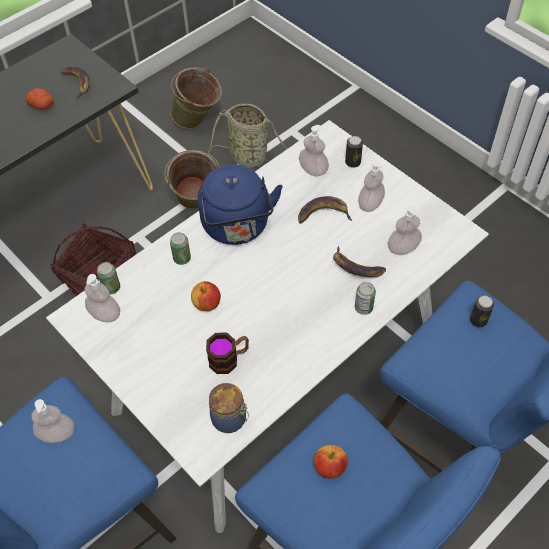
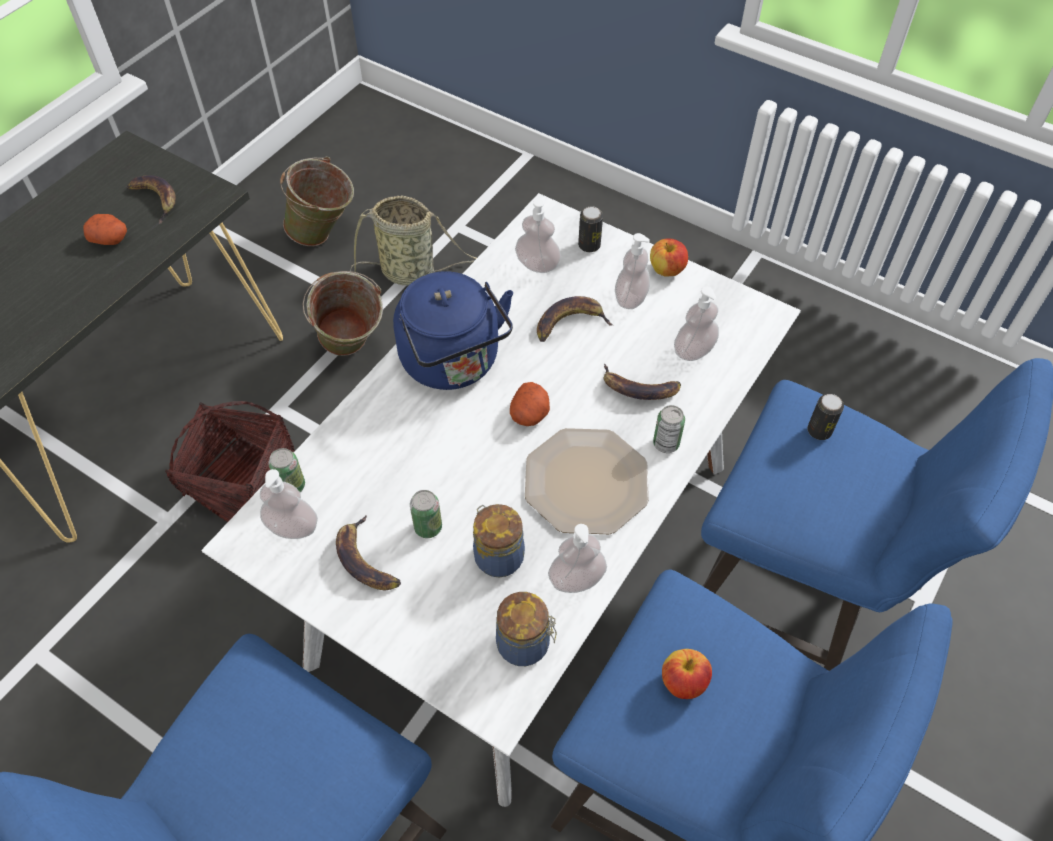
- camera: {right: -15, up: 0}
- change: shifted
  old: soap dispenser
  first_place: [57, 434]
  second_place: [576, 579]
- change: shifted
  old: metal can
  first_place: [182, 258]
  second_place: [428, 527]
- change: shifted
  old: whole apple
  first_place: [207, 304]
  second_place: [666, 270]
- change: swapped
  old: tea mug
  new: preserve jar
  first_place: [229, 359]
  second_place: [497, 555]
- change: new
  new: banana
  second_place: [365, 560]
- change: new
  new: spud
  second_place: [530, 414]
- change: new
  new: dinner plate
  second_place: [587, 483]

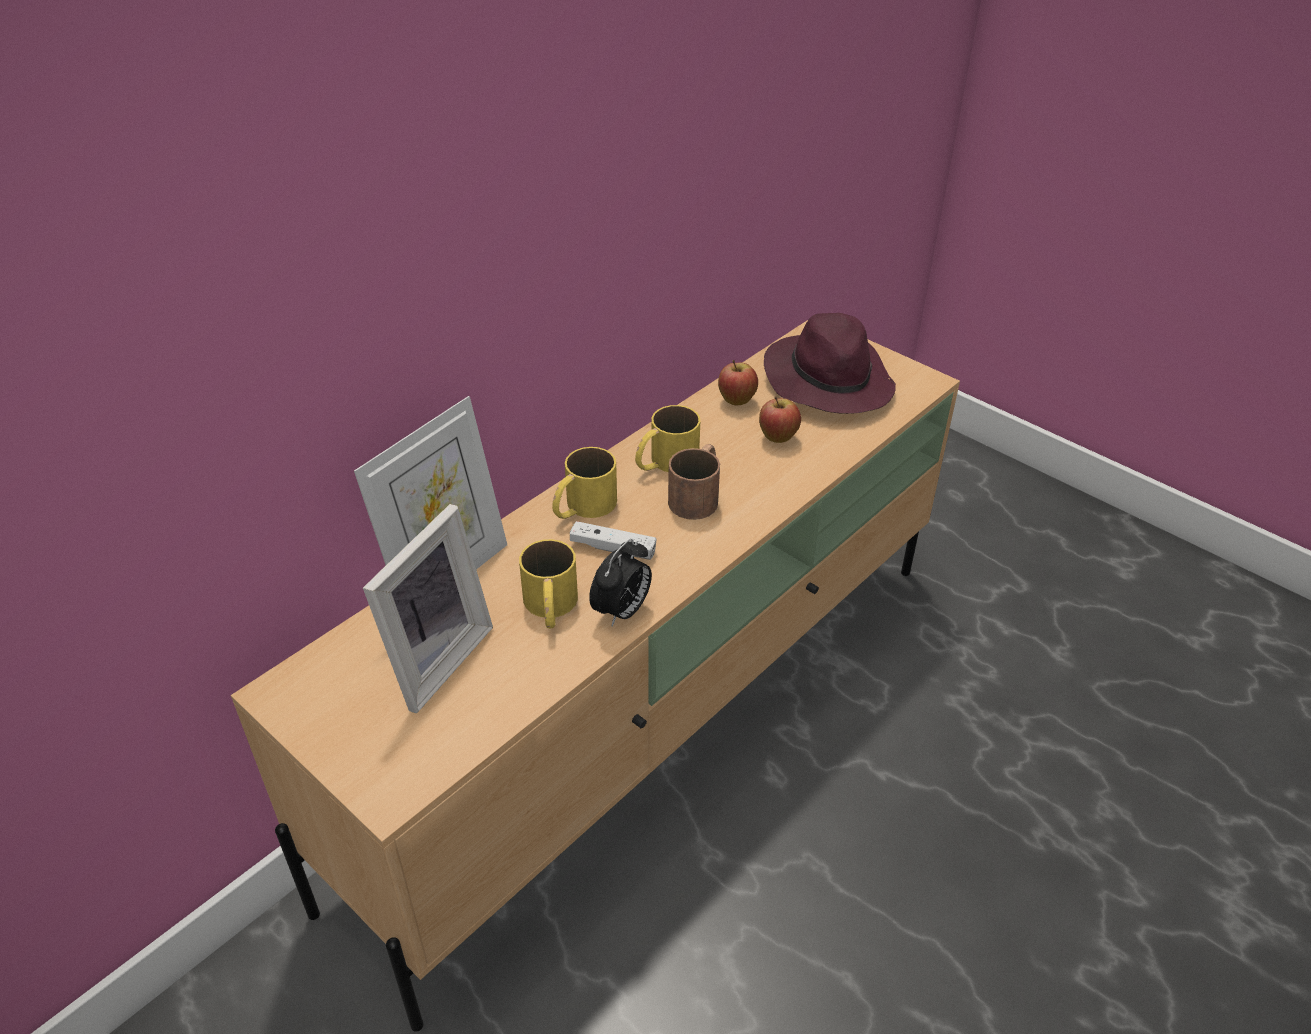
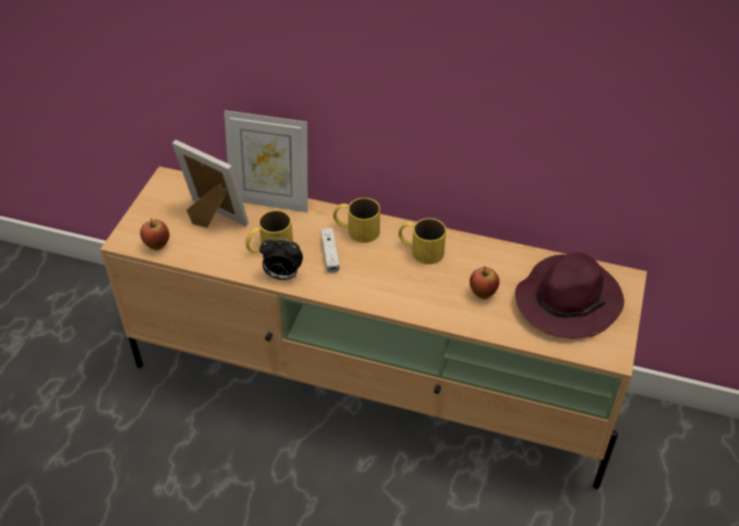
- camera: {right: 65, up: 5}
- change: rotated
  old: standing frame
  first_place: [432, 659]
  second_place: [212, 219]
  degrees: -150
- change: gone
  old: brownish tea mug
  first_place: [698, 495]
- change: shifted
  old: whole apple
  first_place: [736, 401]
  second_place: [157, 245]

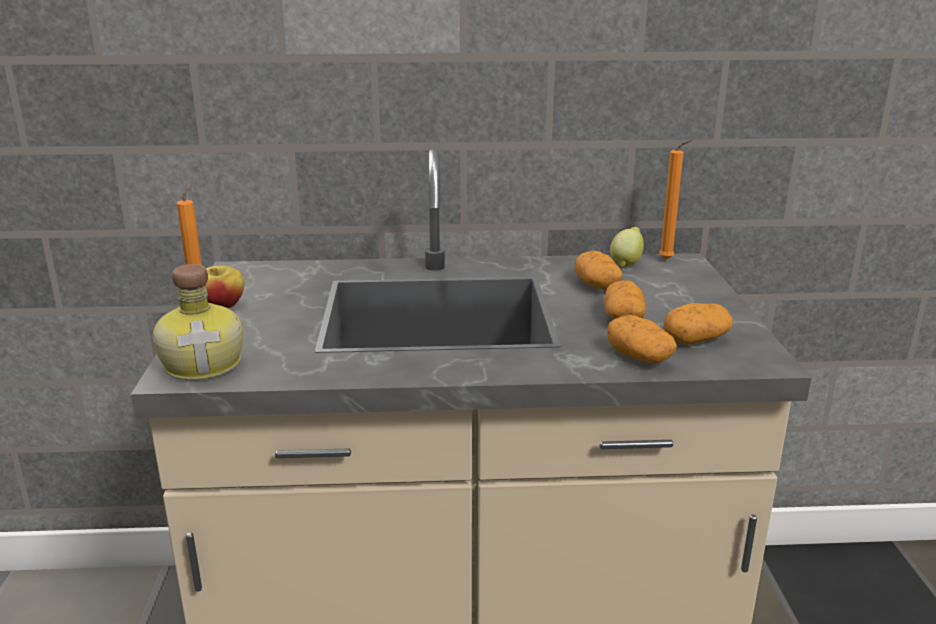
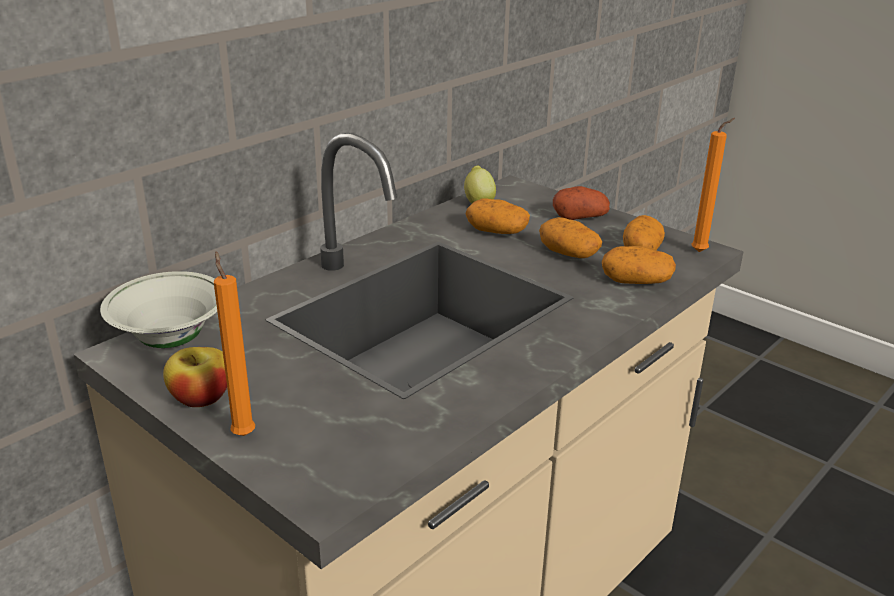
- camera: {right: -45, up: 5}
- change: gone
  old: bottle
  first_place: [205, 363]
- change: shifted
  old: orange-coloured candle
  first_place: [668, 260]
  second_place: [701, 251]
- change: new
  new: whitish deep dish
  second_place: [171, 340]
- change: new
  new: spud
  second_place: [580, 217]

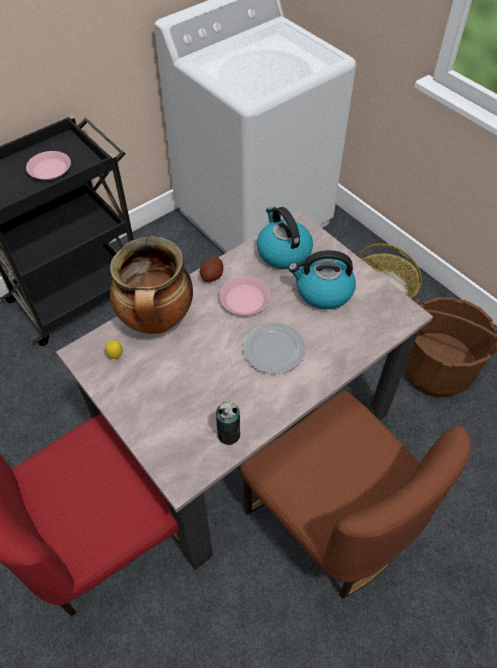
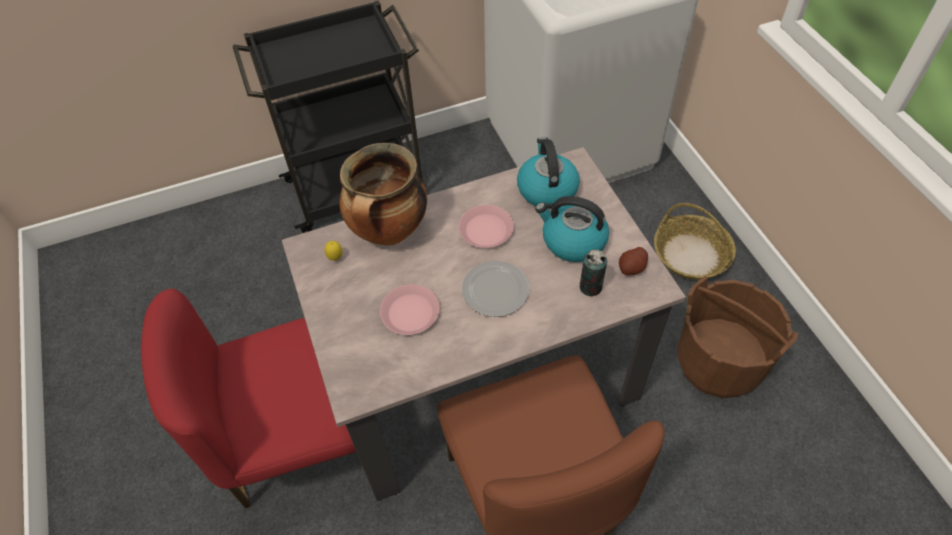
- camera: {right: 20, up: 0}
- change: shifted
  old: pink-coloured dinner plate
  first_place: [50, 169]
  second_place: [411, 313]
- change: shifted
  old: spud
  first_place: [212, 276]
  second_place: [632, 268]
- change: shifted
  old: metal can
  first_place: [228, 435]
  second_place: [590, 287]

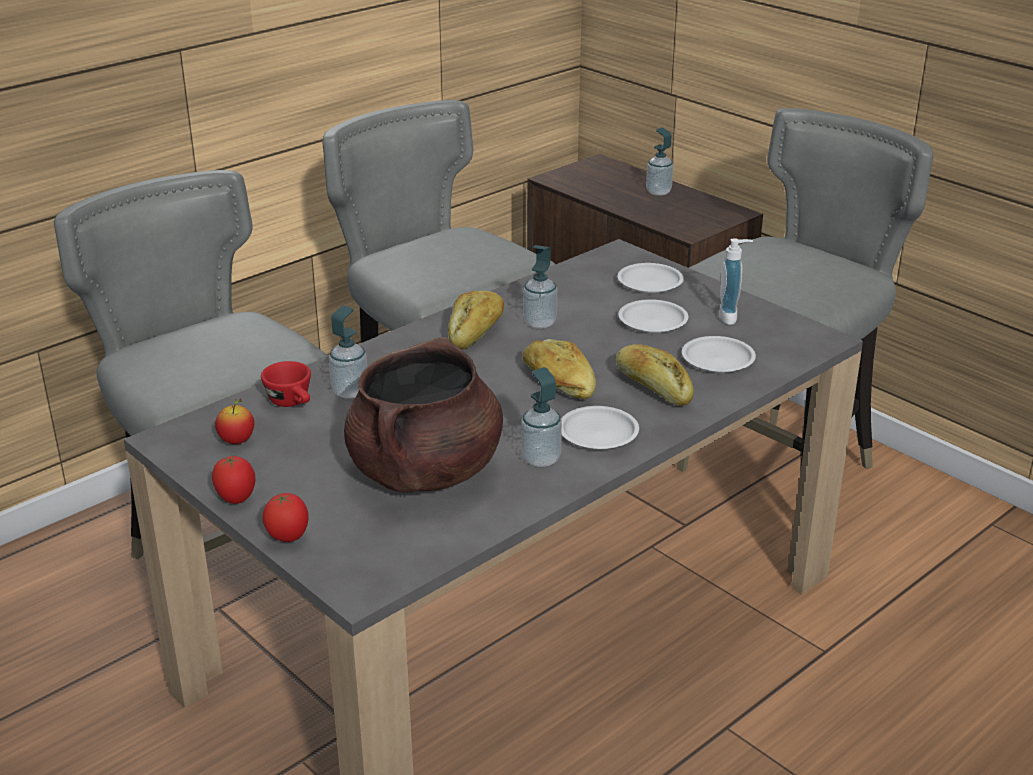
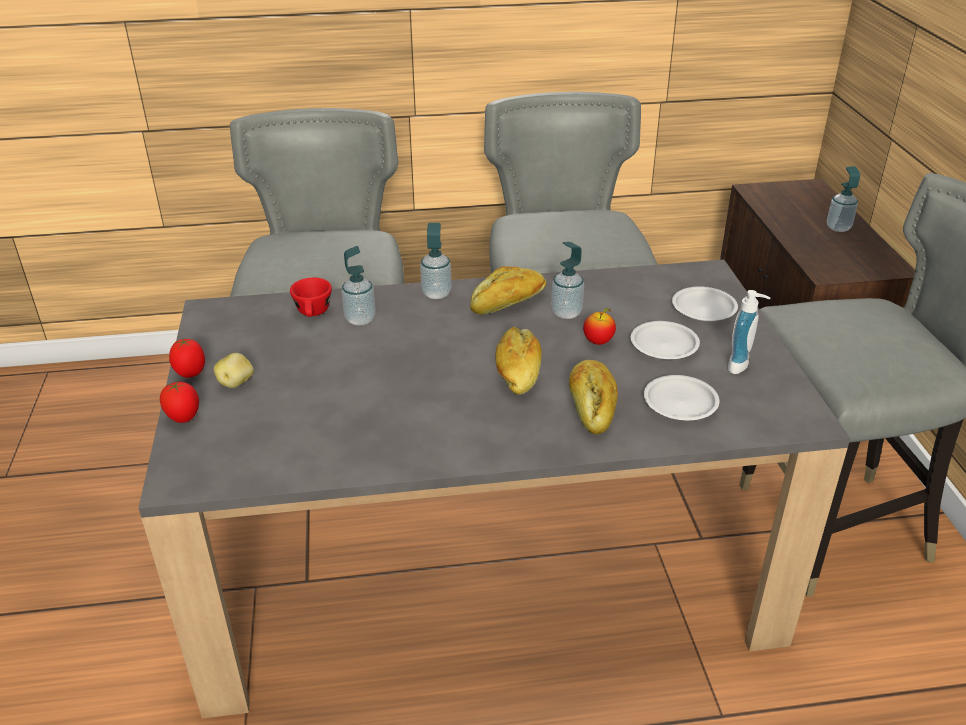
- camera: {right: 35, up: 5}
- change: shifted
  old: whole apple
  first_place: [237, 441]
  second_place: [598, 342]
- change: gone
  old: brownish saucepot
  first_place: [425, 472]
- change: shifted
  old: soap dispenser
  first_place: [541, 459]
  second_place: [436, 293]
- change: gone
  old: whitish dinner plate
  first_place: [598, 433]
- change: new
  new: spud
  second_place: [236, 383]

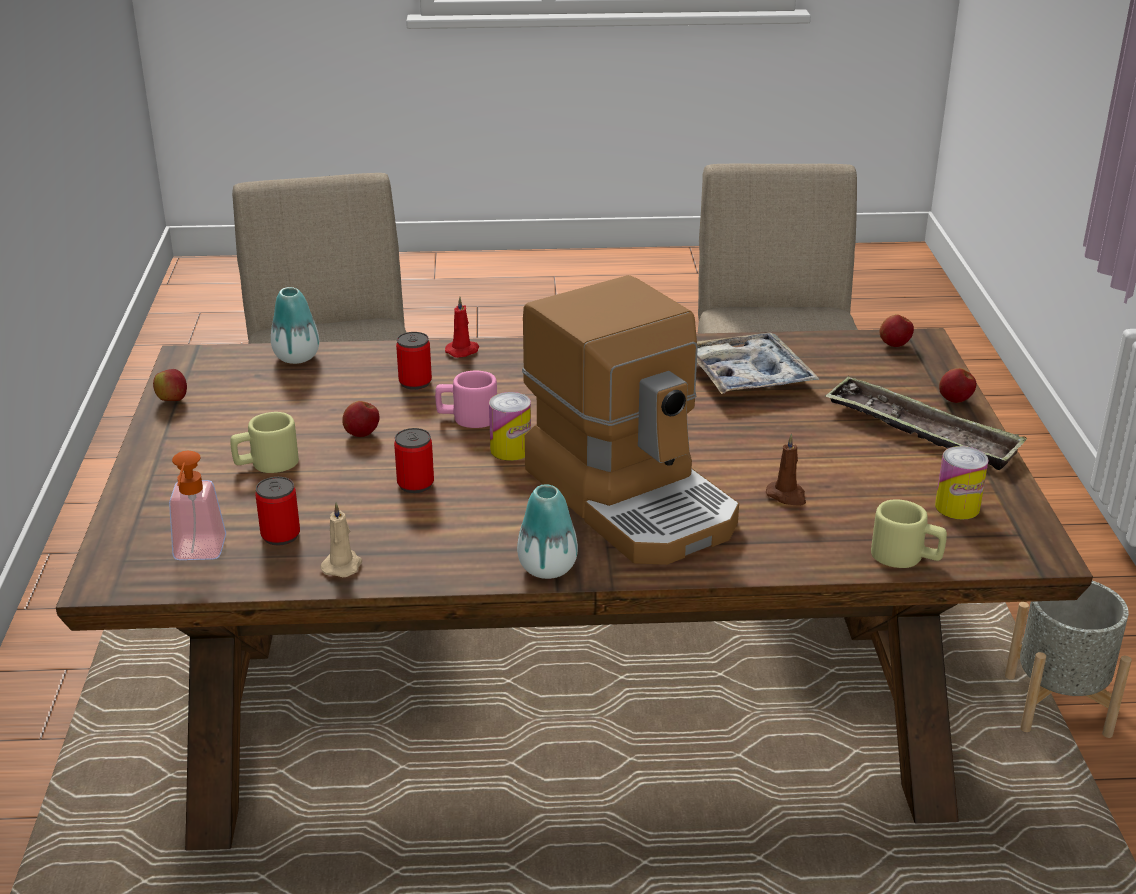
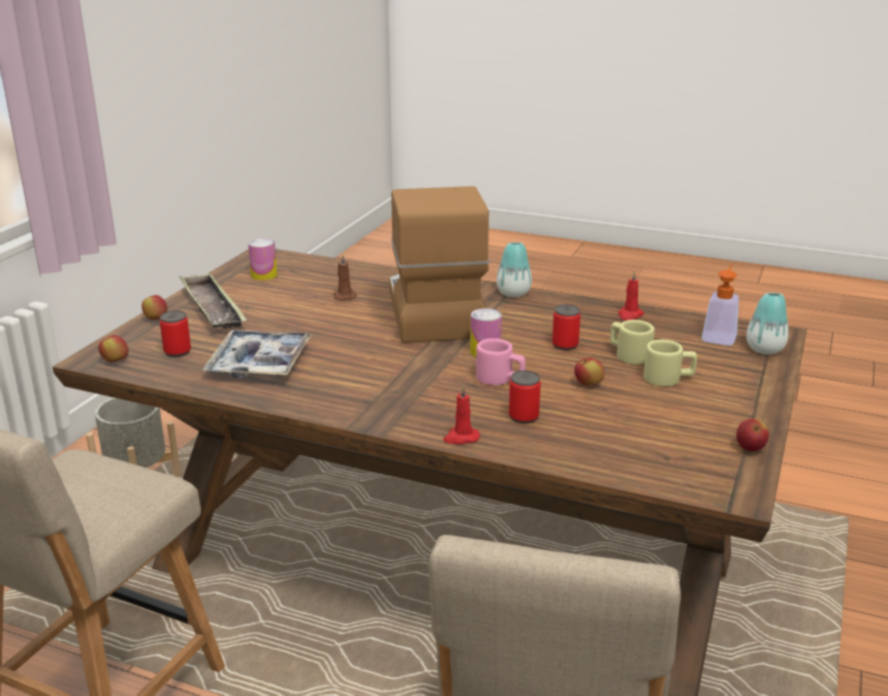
- camera: {right: -155, up: -5}
- change: shifted
  old: metal can
  first_place: [280, 535]
  second_place: [177, 352]
- change: shifted
  old: vase
  first_place: [296, 357]
  second_place: [765, 349]
- change: repainted
  old: sand-coloured candle
  new: red-coloured candle
  first_place: [343, 565]
  second_place: [629, 315]
- change: shifted
  old: sand-coloured tea mug
  first_place: [906, 557]
  second_place: [628, 355]

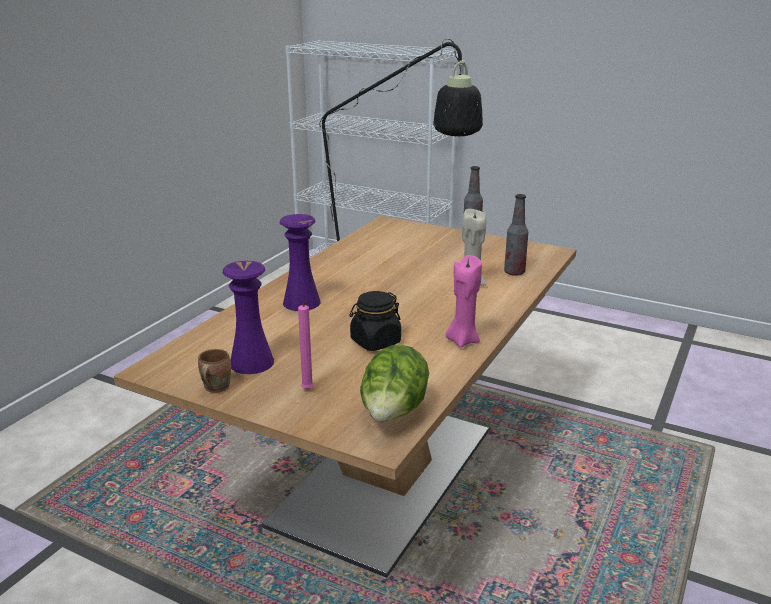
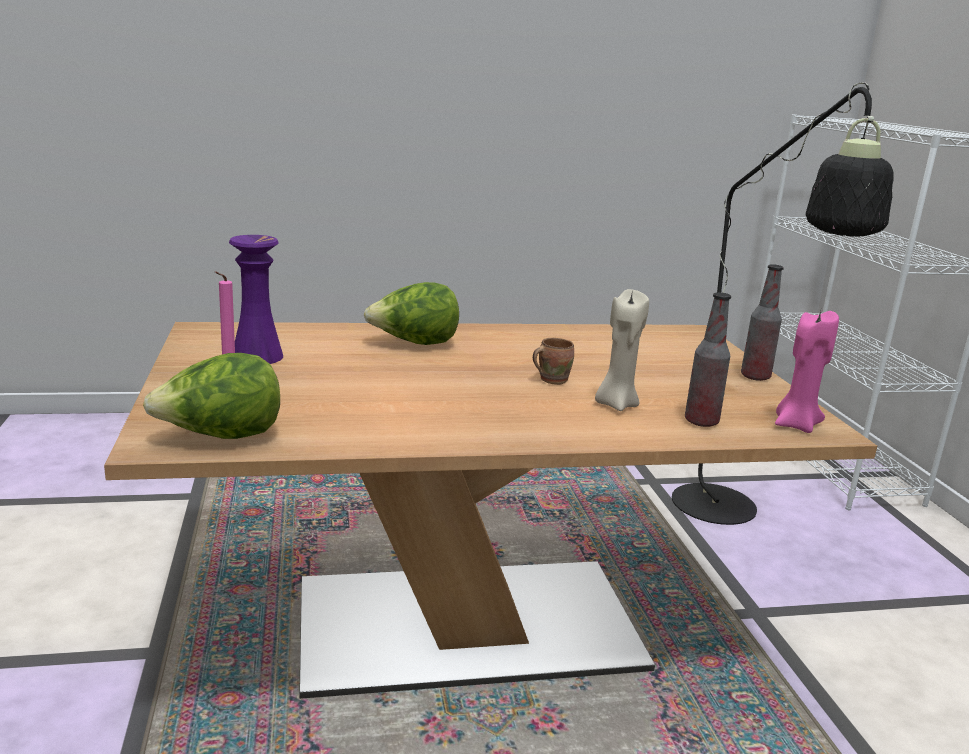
- camera: {right: 50, up: -5}
- change: shifted
  old: brownish tea mug
  first_place: [214, 387]
  second_place: [551, 379]
- change: swapped
  old: purplish vase
  new: head of lettuce
  first_place: [301, 302]
  second_place: [414, 344]
- change: gone
  old: black preserve jar
  first_place: [375, 342]
- change: shifted
  old: pink-coloured candle
  first_place: [462, 340]
  second_place: [795, 425]

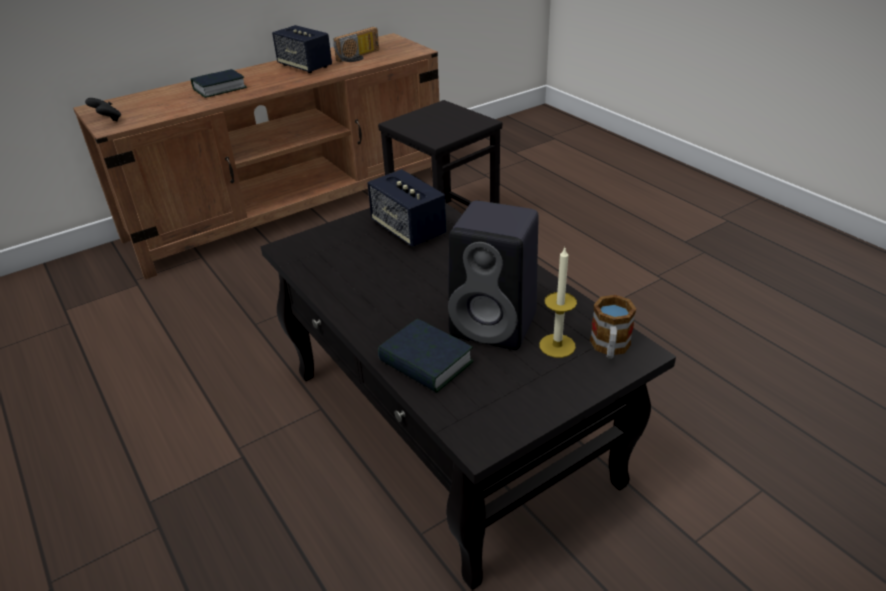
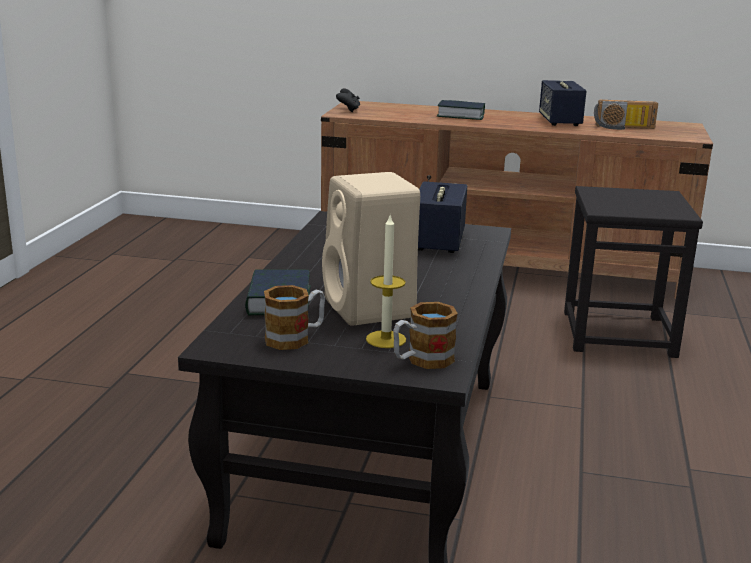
- camera: {right: 45, up: -15}
- change: repainted
  old: black loudspeaker
  new: sand-coloured loudspeaker
  first_place: [496, 325]
  second_place: [371, 309]
- change: new
  new: tea mug
  second_place: [295, 338]

